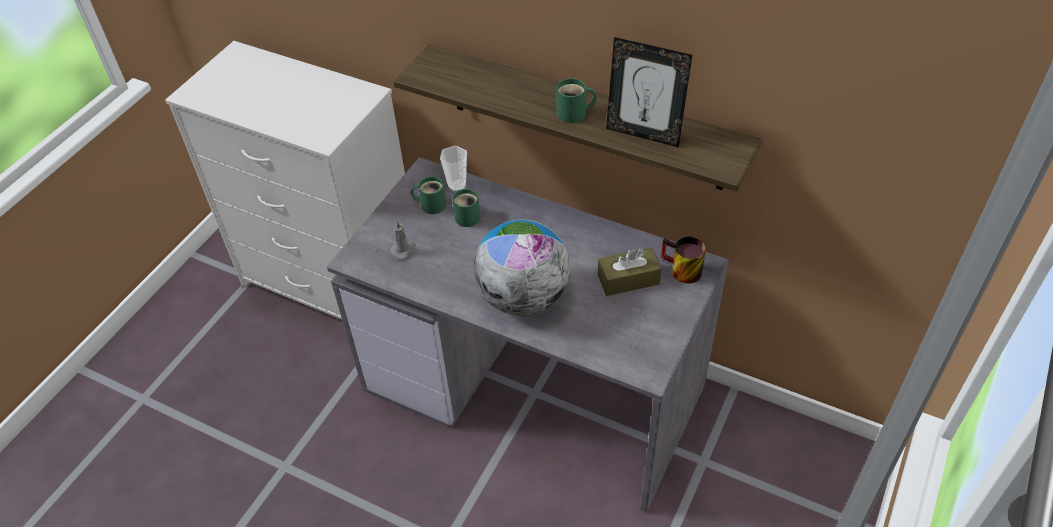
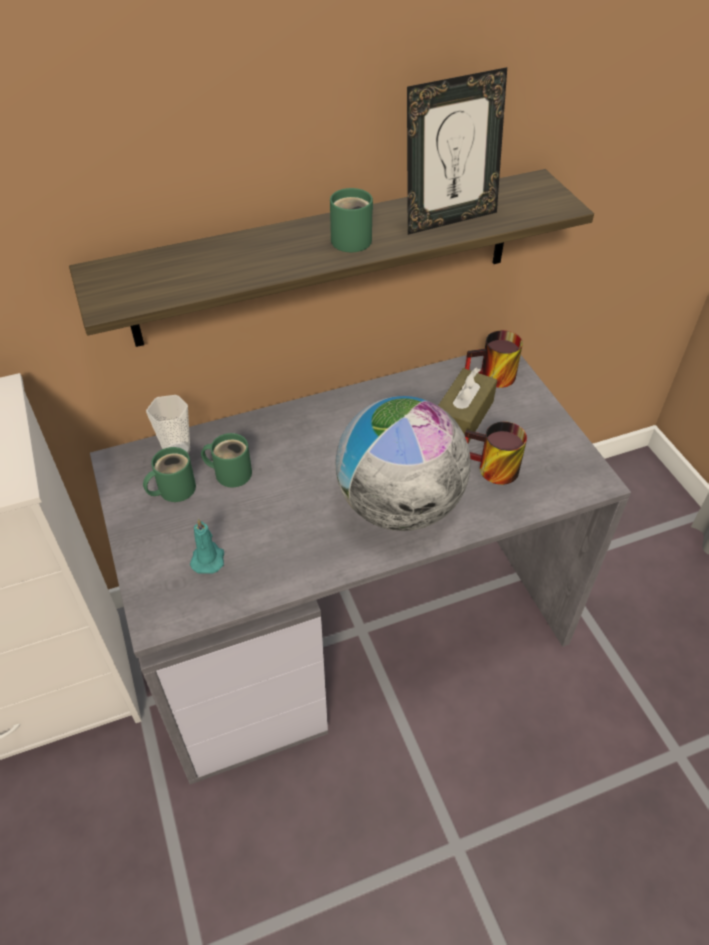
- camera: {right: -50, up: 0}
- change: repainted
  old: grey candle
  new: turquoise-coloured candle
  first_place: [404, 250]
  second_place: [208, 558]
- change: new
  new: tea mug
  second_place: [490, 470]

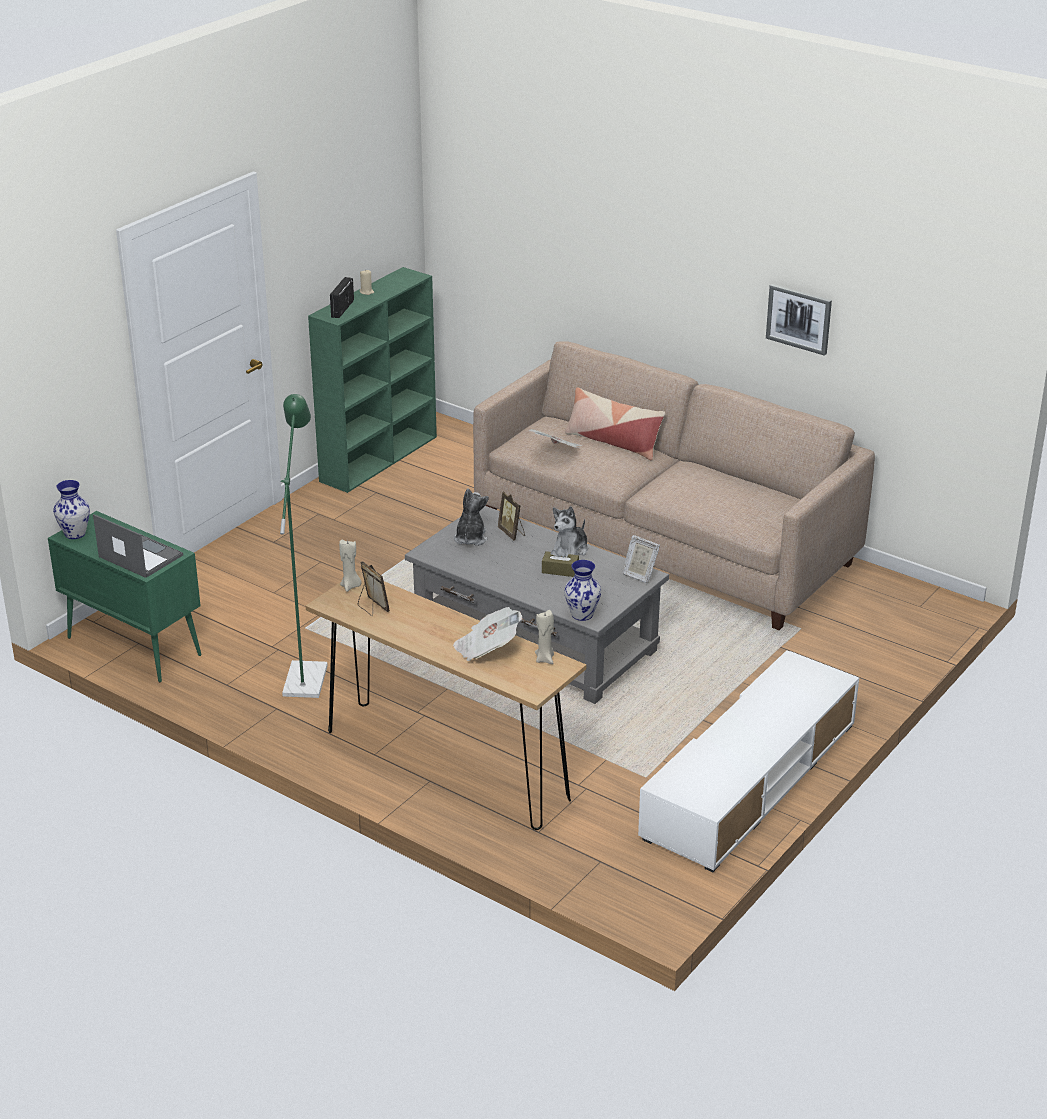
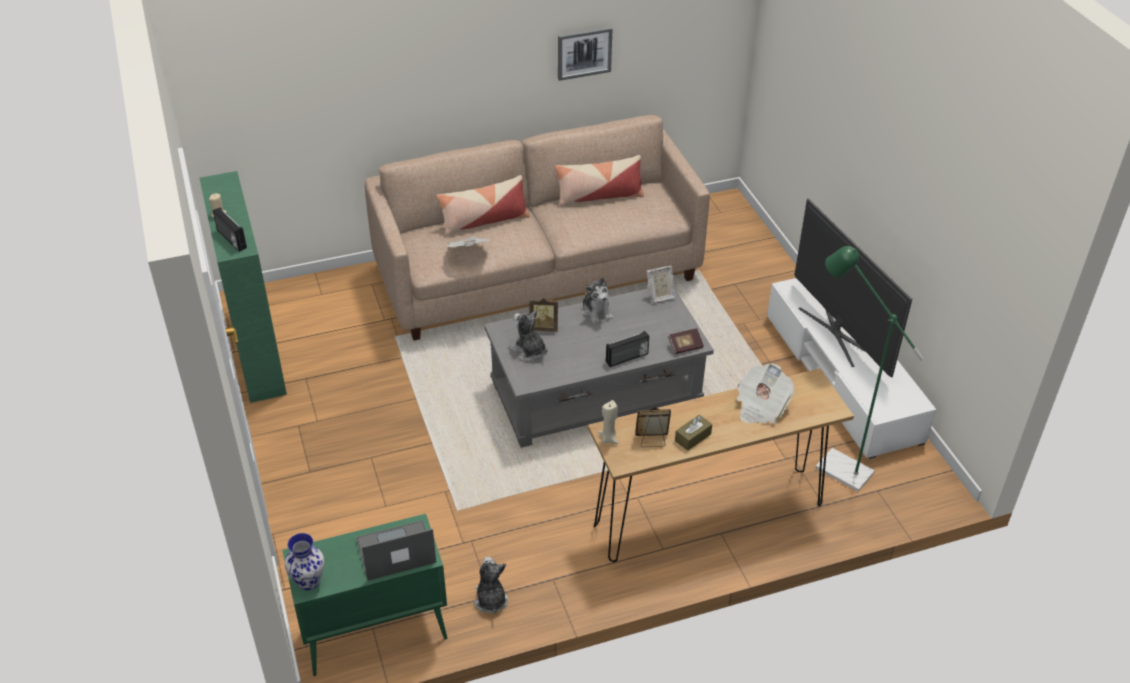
- camera: {right: -55, up: 10}
- change: shifted
  old: green-coloured floor lamp
  first_place: [306, 674]
  second_place: [835, 466]
- change: gone
  old: sand-coloured candle
  first_place: [545, 659]
- change: shifted
  old: brownish tissue holder
  first_place: [560, 570]
  second_place: [693, 437]
- change: swapped
  old: vase
  new: bound book
  first_place: [582, 614]
  second_place: [685, 346]
- change: new
  new: soft toy
  second_place: [490, 600]
- change: new
  new: cushion
  second_place: [599, 196]
- change: new
  new: radio receiver
  second_place: [627, 358]
- change: new
  new: TV
  second_place: [838, 332]

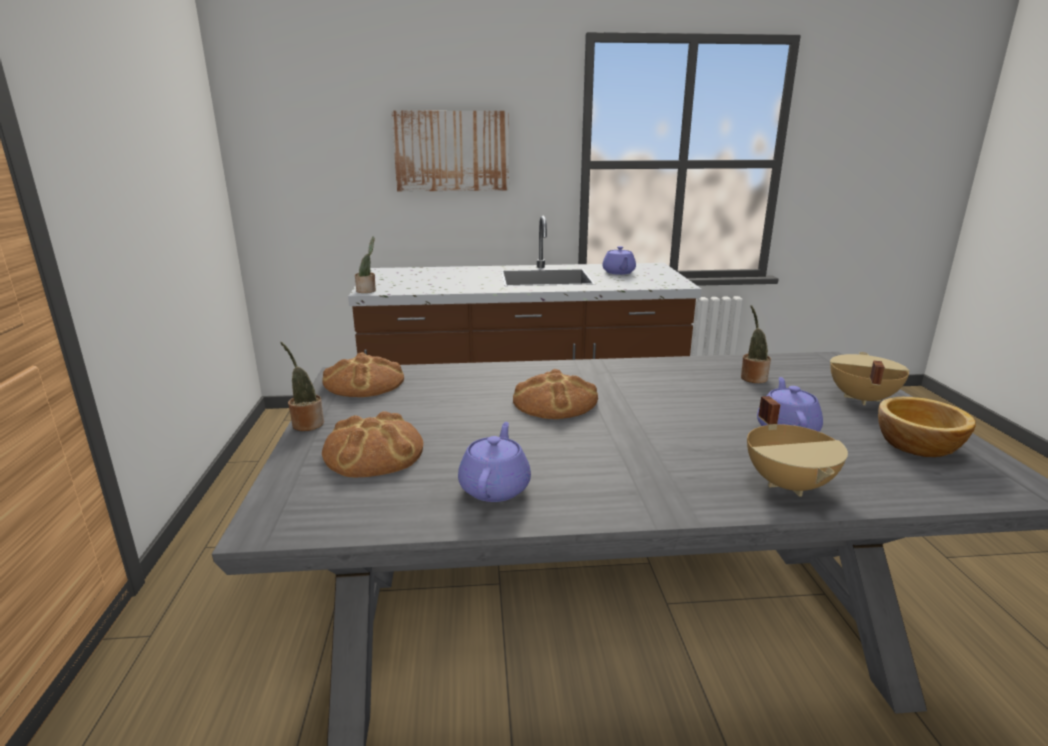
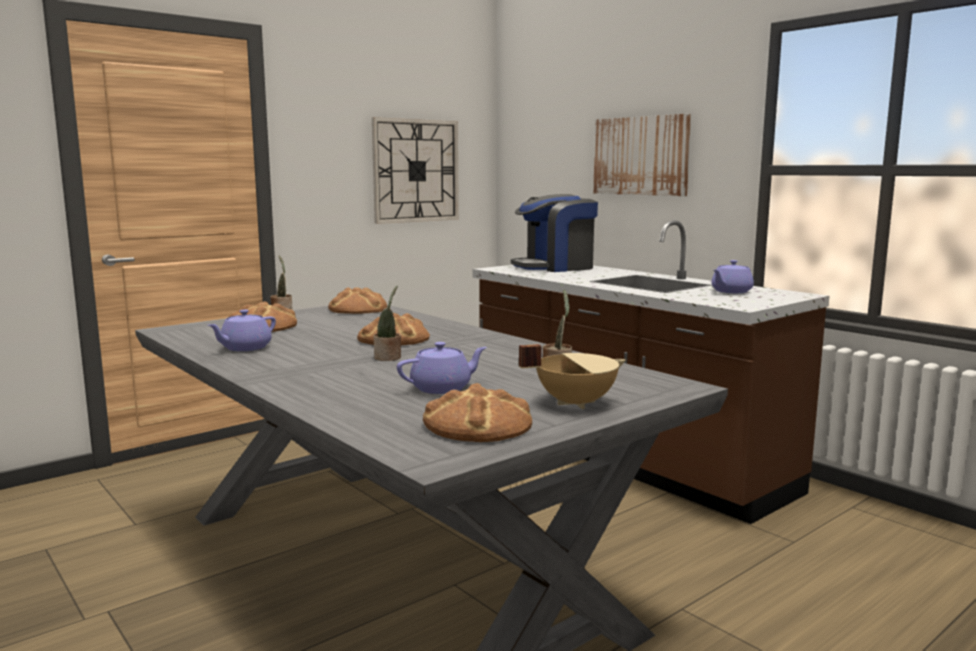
- camera: {right: 55, up: -10}
- change: shifted
  old: plant in a pot
  first_place: [367, 291]
  second_place: [388, 358]
- change: rotated
  old: purplish tea pot
  first_place: [495, 487]
  second_place: [245, 348]
  degrees: 150
- change: gone
  old: sand-coloured saucepot
  first_place: [789, 484]
- change: swapped
  old: deep dish
  new: bakery bread
  first_place: [917, 446]
  second_place: [478, 425]
- change: new
  new: hanging clock
  second_place: [416, 171]
- change: new
  new: coffee brewer
  second_place: [555, 267]

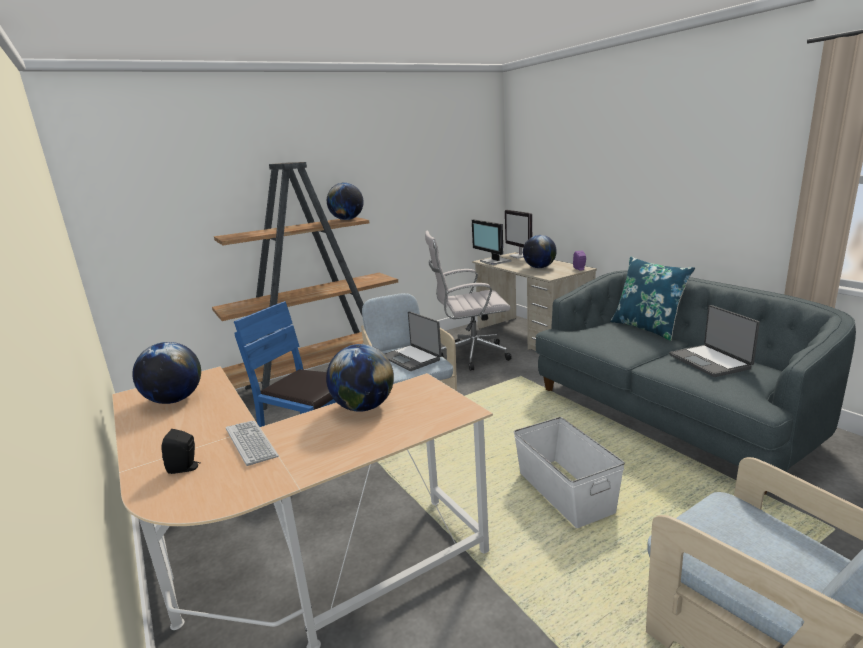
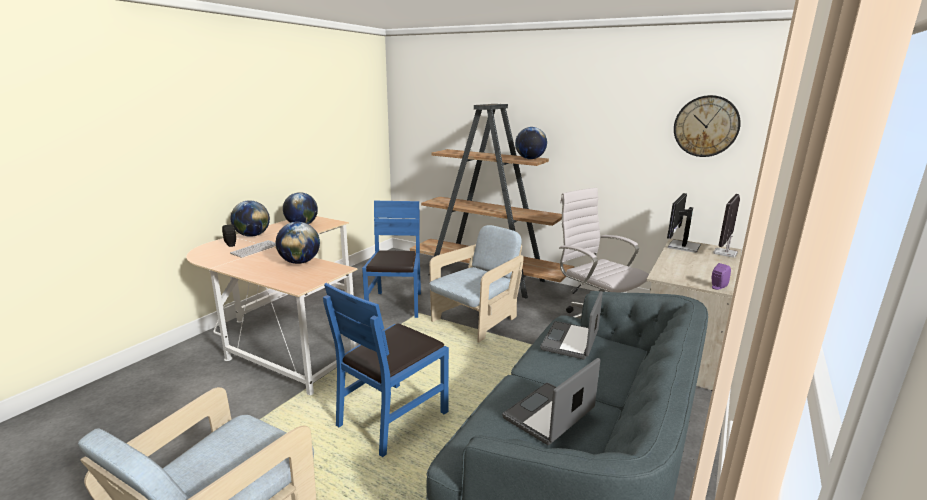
- camera: {right: 60, up: 0}
- change: shifted
  old: portable computer
  first_place: [412, 358]
  second_place: [571, 341]
- change: swapped
  old: whitish storage bin
  new: blue plain chair
  first_place: [564, 493]
  second_place: [392, 418]
- change: shifted
  old: desk globe
  first_place: [539, 267]
  second_place: [252, 235]
- change: gone
  old: blue cushion
  first_place: [647, 328]
- change: new
  new: hanging clock
  second_place: [706, 126]

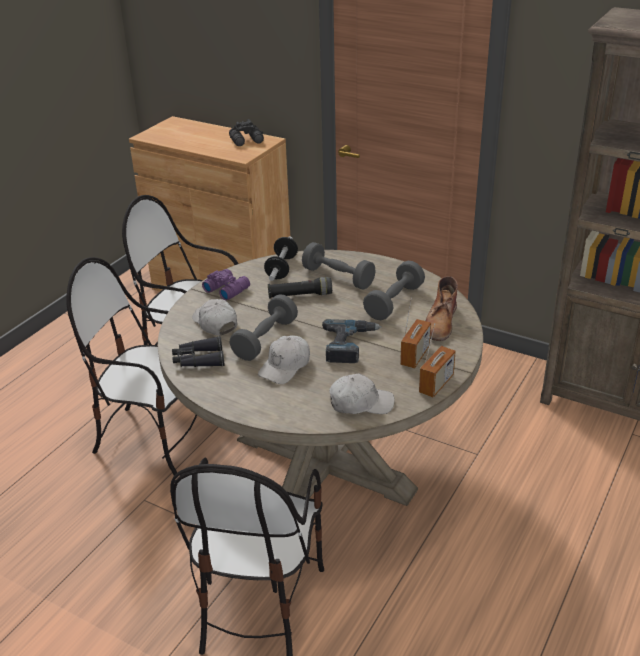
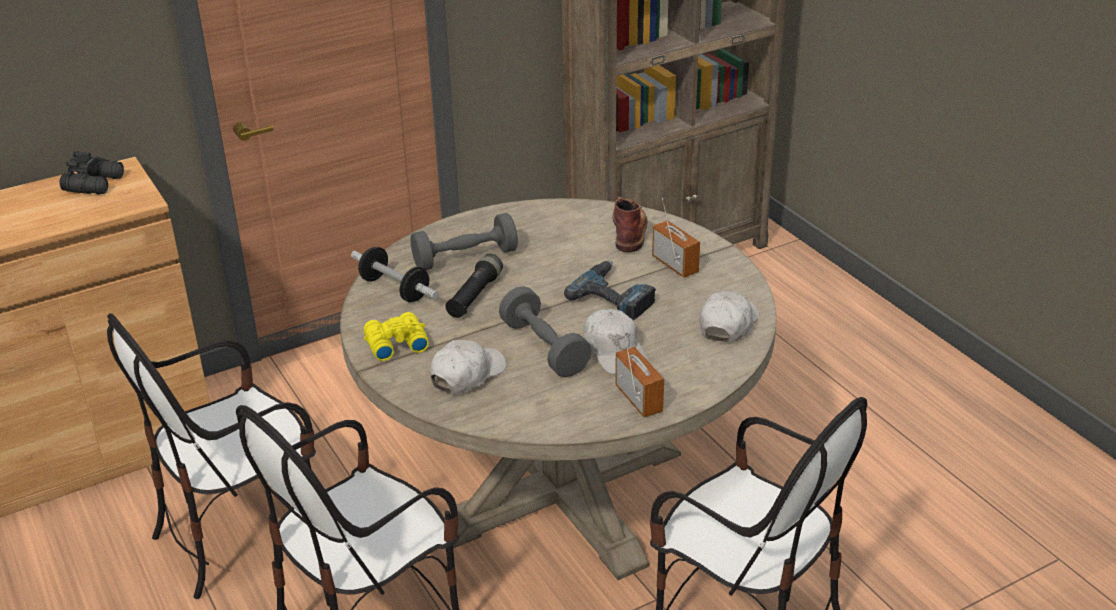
- camera: {right: -60, up: 0}
- change: gone
  old: black pair of binoculars
  first_place: [198, 360]
- change: rotated
  old: whitish cap
  first_place: [215, 323]
  second_place: [467, 374]
  degrees: 135
- change: repainted
  old: purplish pair of binoculars
  new: yellow-coloured pair of binoculars
  first_place: [226, 289]
  second_place: [395, 344]
- change: gone
  old: grey hand weight
  first_place: [394, 302]
- change: shifted
  old: radio receiver
  first_place: [436, 384]
  second_place: [639, 399]
- change: rotated
  old: brownish tall boot
  first_place: [441, 322]
  second_place: [629, 229]
  degrees: -135

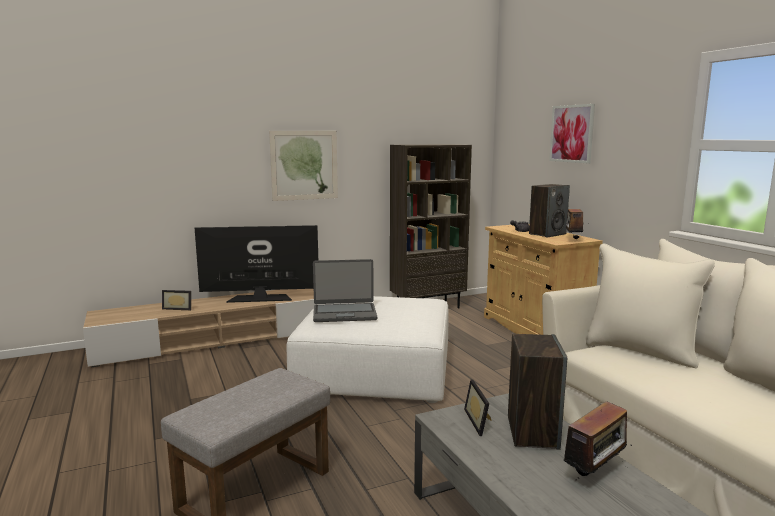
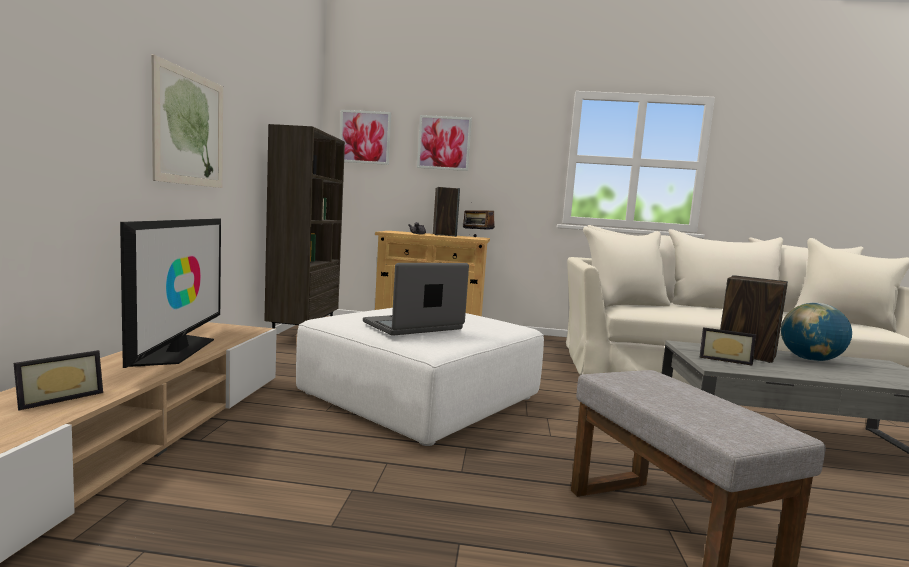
- camera: {right: -60, up: -5}
- change: rotated
  old: TV
  first_place: [260, 298]
  second_place: [178, 350]
  degrees: 150
- change: rotated
  old: portable computer
  first_place: [344, 313]
  second_place: [413, 326]
  degrees: -150
- change: swapped
  old: radio receiver
  new: desk globe
  first_place: [595, 473]
  second_place: [810, 359]
- change: new
  new: wall art
  second_place: [365, 137]

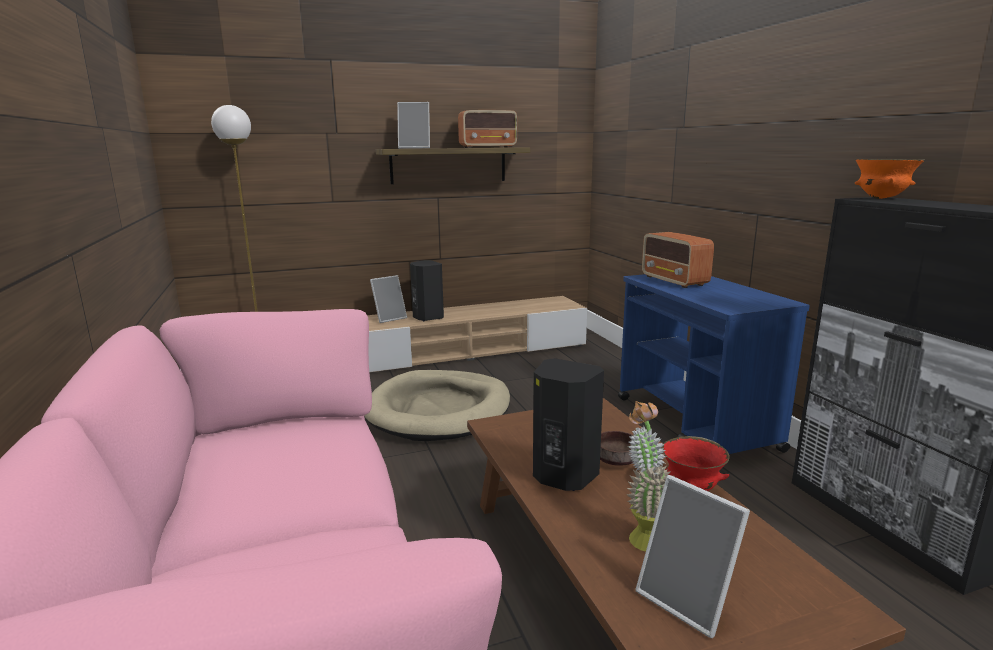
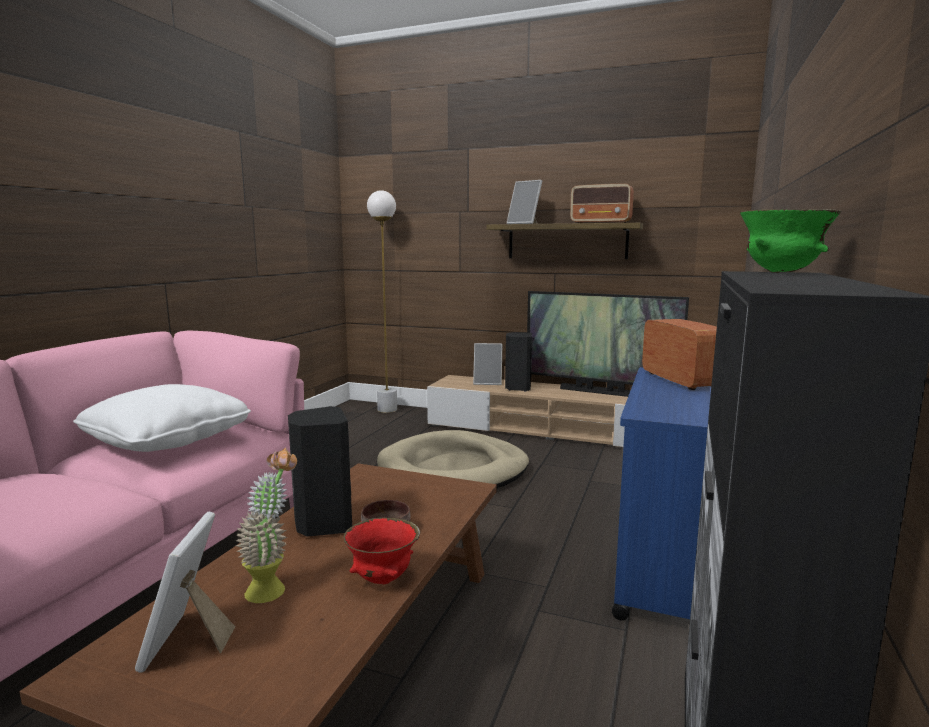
- camera: {right: 40, up: -5}
- change: rotated
  old: radio receiver
  first_place: [674, 281]
  second_place: [680, 380]
  degrees: 150
- change: repainted
  old: orange-coloured deep dish
  new: green-coloured deep dish
  first_place: [881, 198]
  second_place: [781, 272]
- change: new
  new: whitish cushion
  second_place: [168, 440]
- change: new
  new: TV
  second_place: [599, 391]

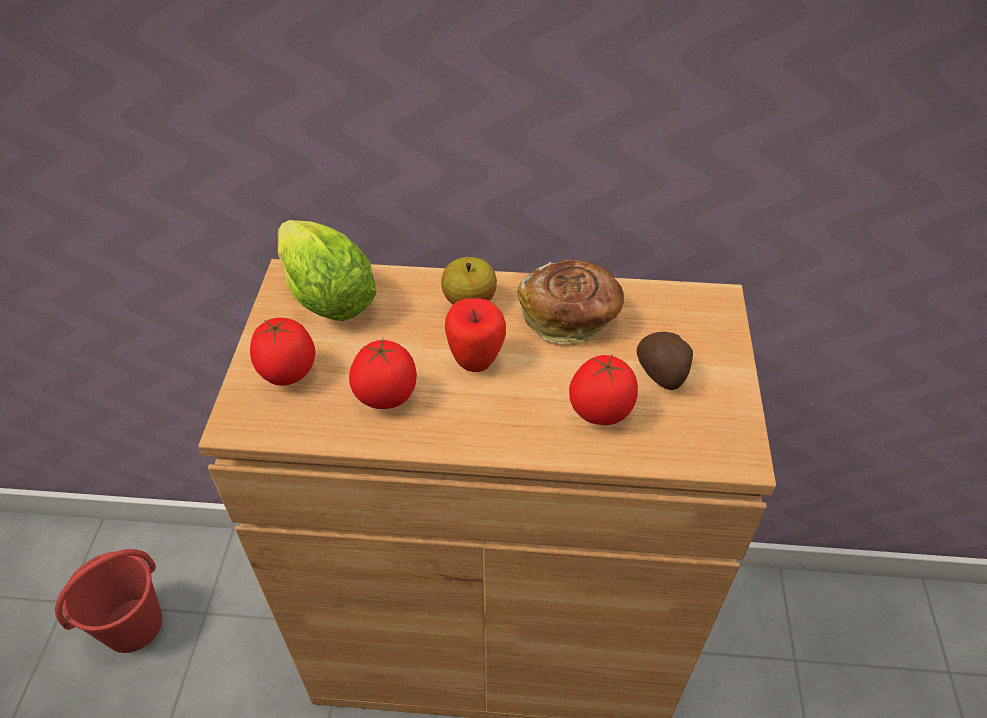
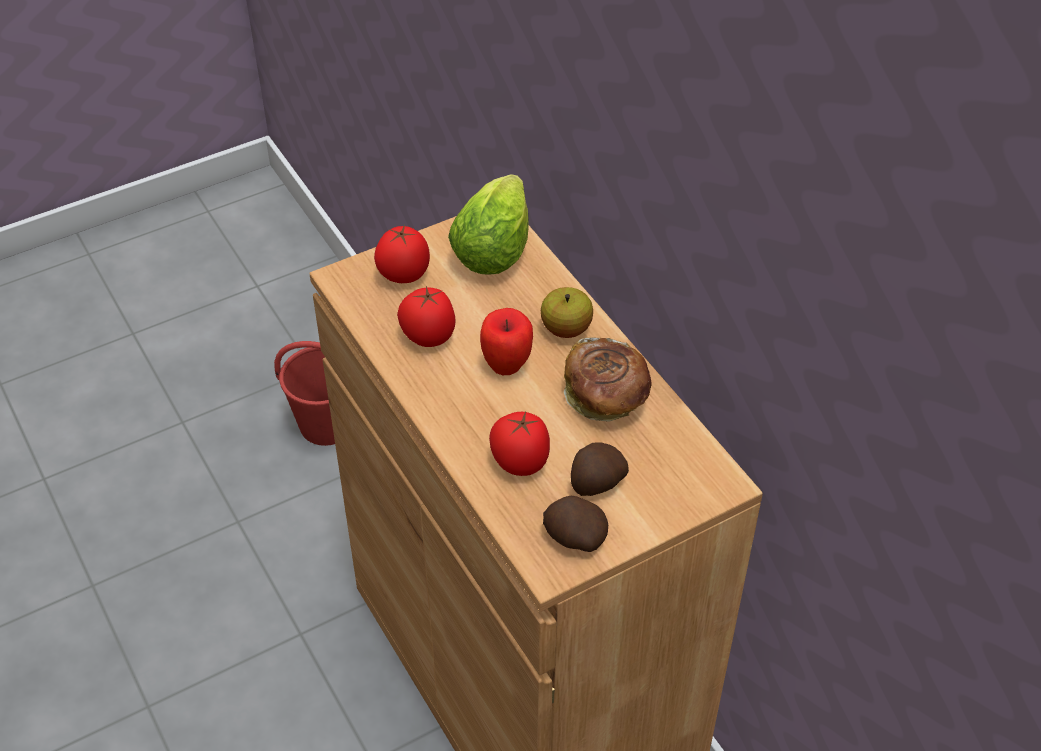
- camera: {right: 55, up: 0}
- change: new
  new: spud
  second_place: [574, 538]

